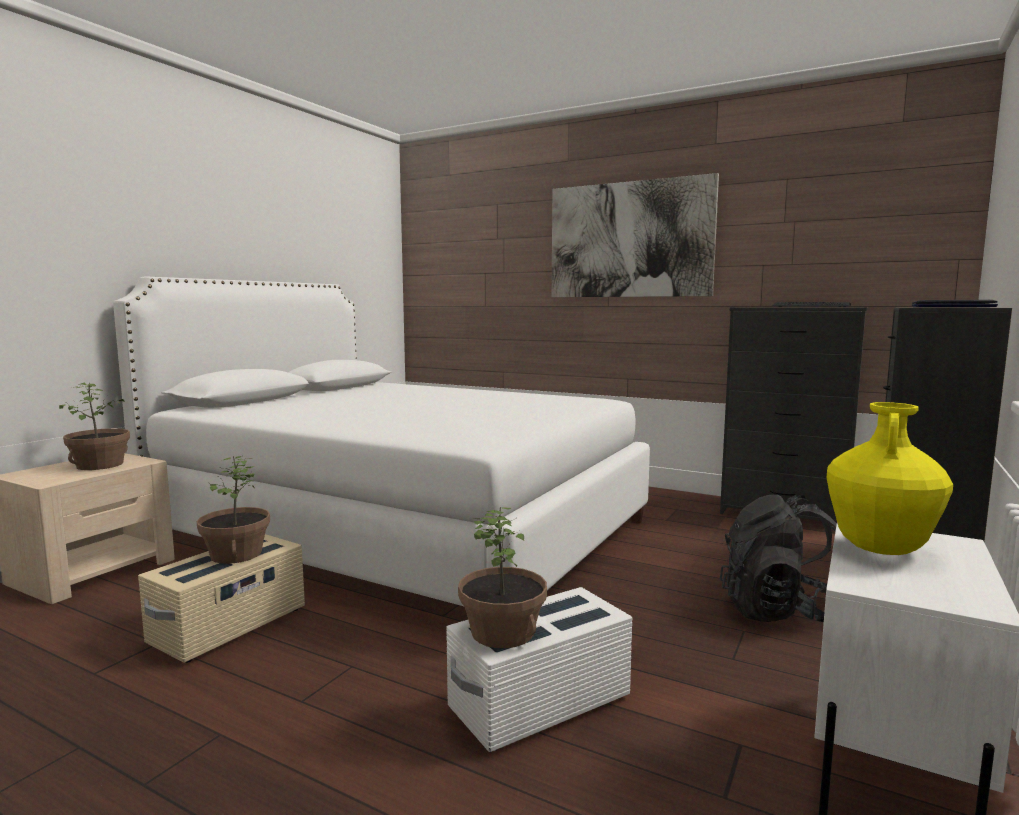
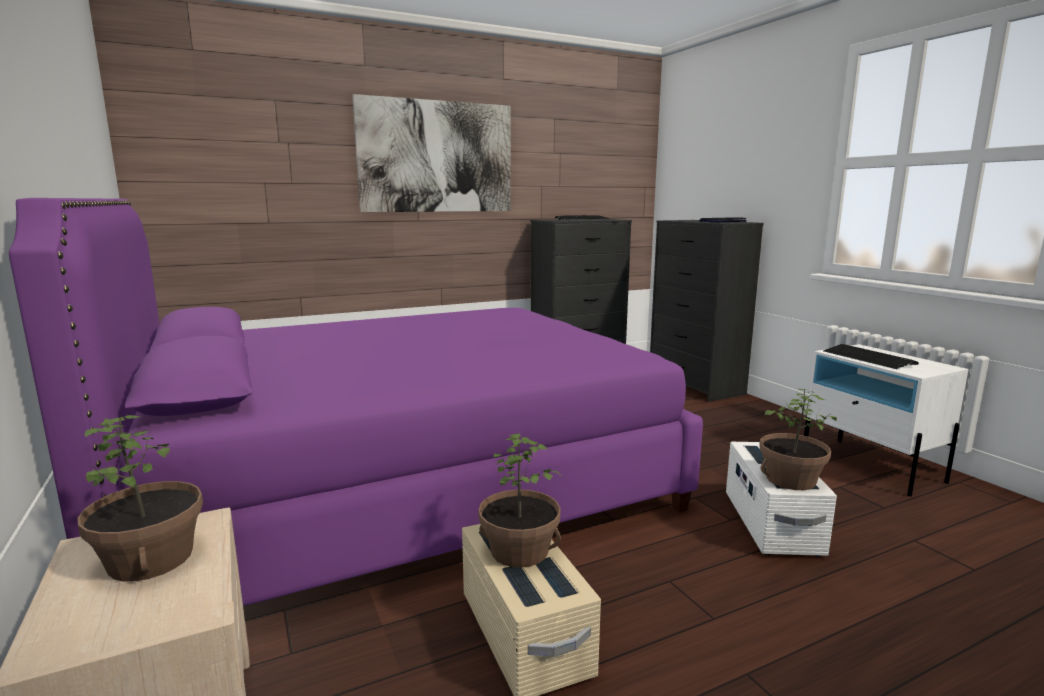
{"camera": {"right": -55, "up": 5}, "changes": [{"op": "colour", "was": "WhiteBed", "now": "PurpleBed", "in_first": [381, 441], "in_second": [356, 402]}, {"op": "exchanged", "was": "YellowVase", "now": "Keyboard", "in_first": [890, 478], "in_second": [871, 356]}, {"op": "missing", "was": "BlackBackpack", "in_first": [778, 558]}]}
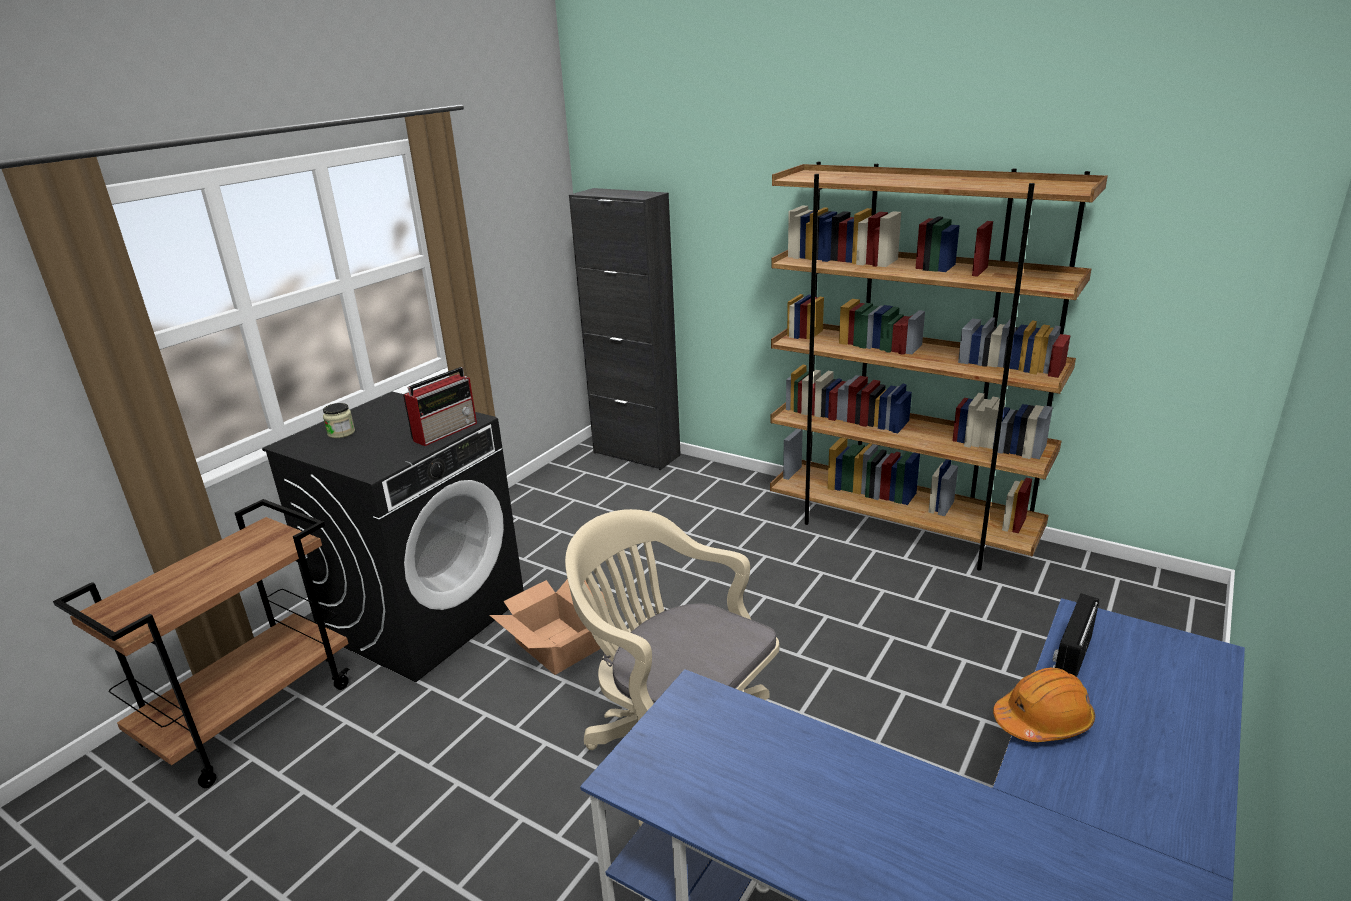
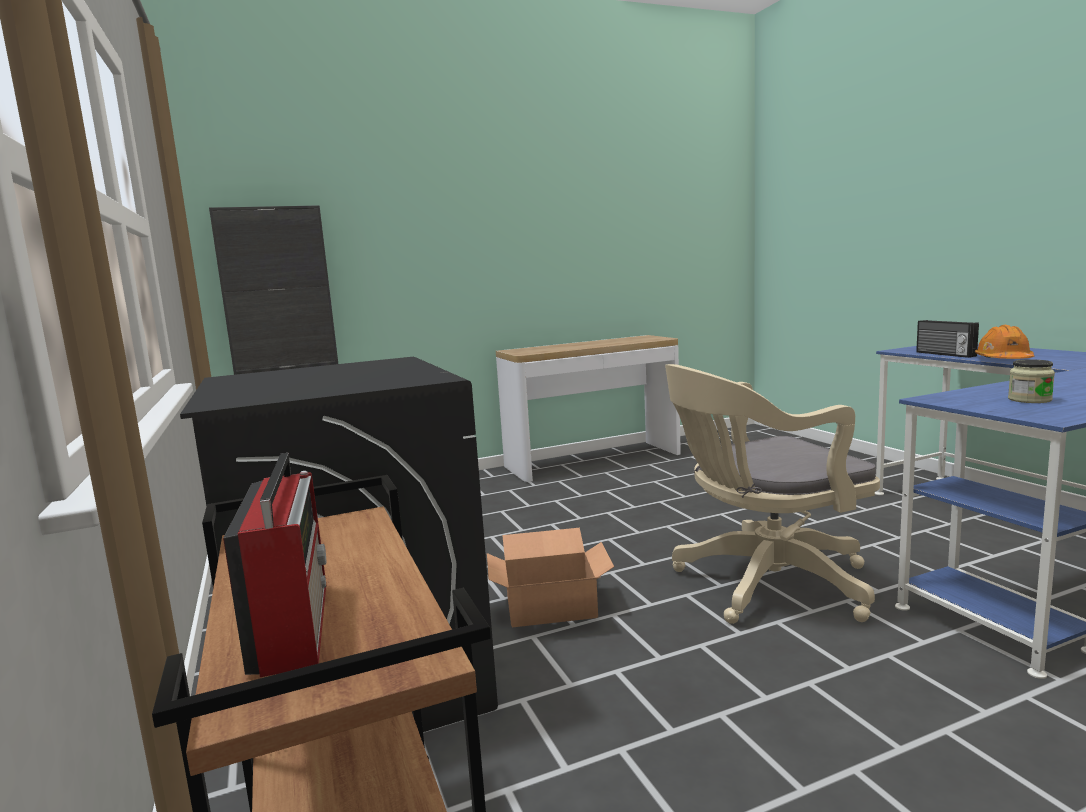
{"camera": {"right": -55, "up": -15}, "changes": [{"op": "relocated", "was": "Radio", "in_first": [440, 406], "in_second": [274, 565]}, {"op": "exchanged", "was": "BrownBookcase", "now": "ConsoleTable", "in_first": [939, 366], "in_second": [588, 408]}, {"op": "relocated", "was": "Jar", "in_first": [339, 420], "in_second": [1031, 381]}]}
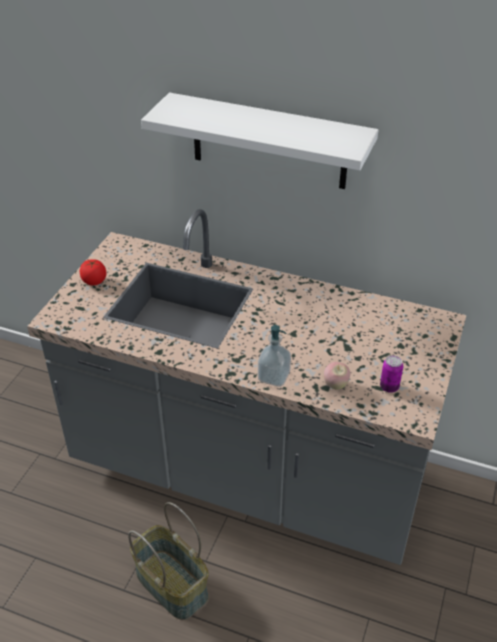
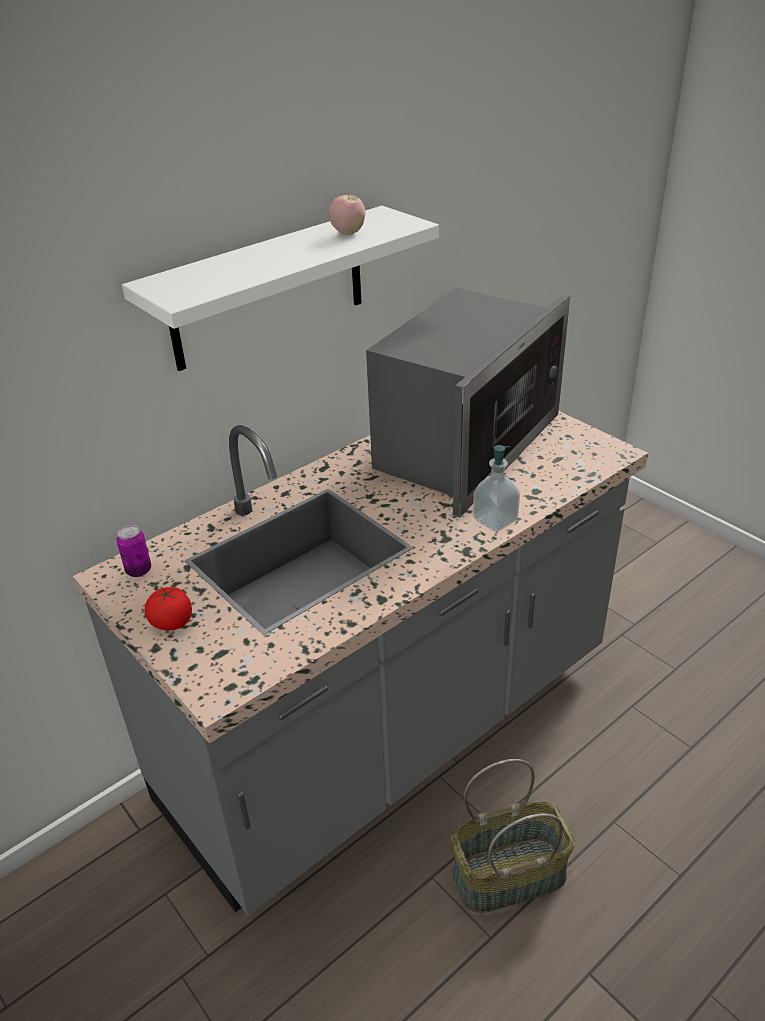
{"camera": {"right": -60, "up": -5}, "changes": [{"op": "relocated", "was": "Can", "in_first": [391, 374], "in_second": [133, 551]}, {"op": "relocated", "was": "Apple", "in_first": [337, 376], "in_second": [347, 213]}, {"op": "appeared", "now": "Microwave", "in_second": [468, 402]}]}
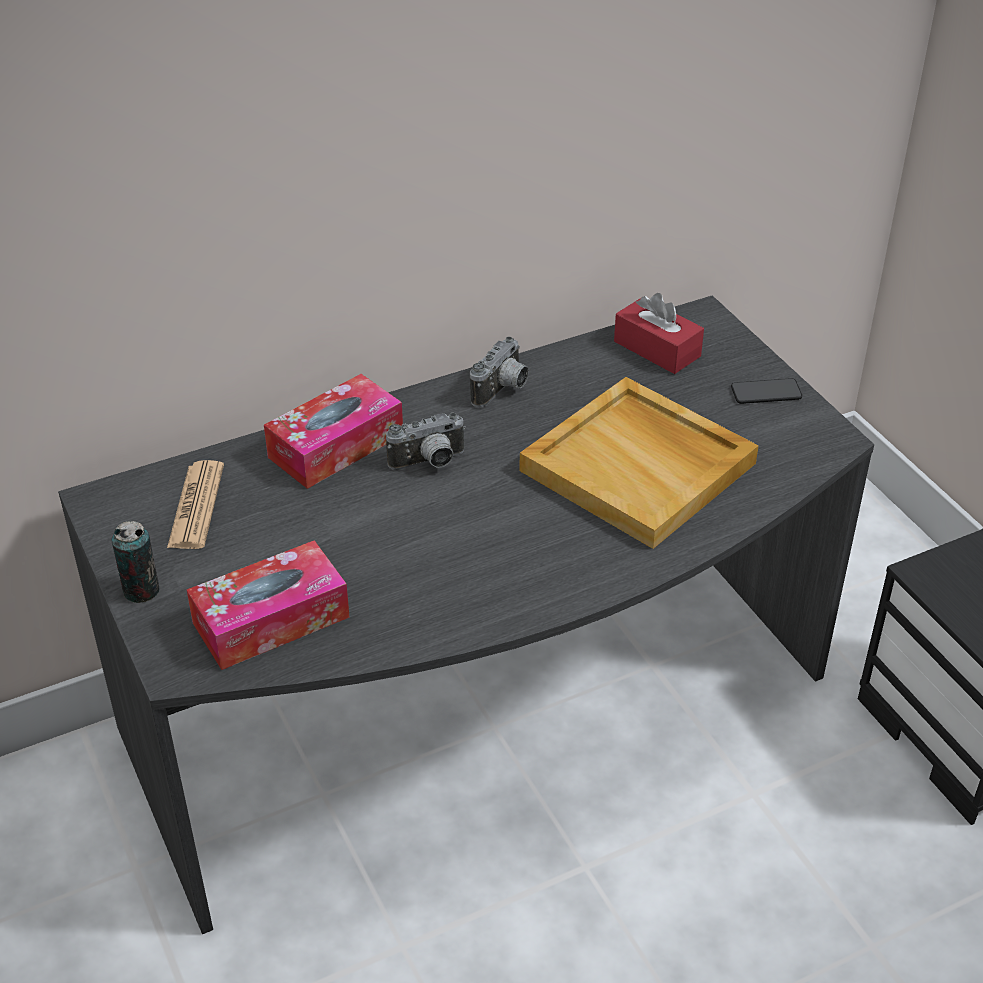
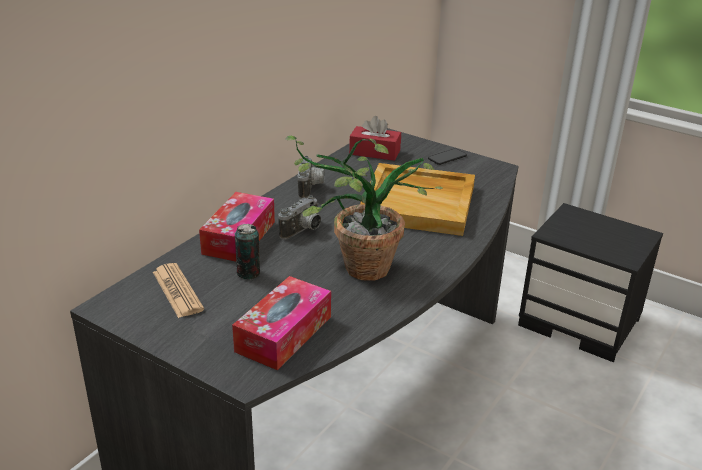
{"camera": {"right": -30, "up": -10}, "changes": [{"op": "relocated", "was": "Can", "in_first": [136, 562], "in_second": [247, 251]}, {"op": "appeared", "now": "PottedPlant", "in_second": [364, 208]}]}
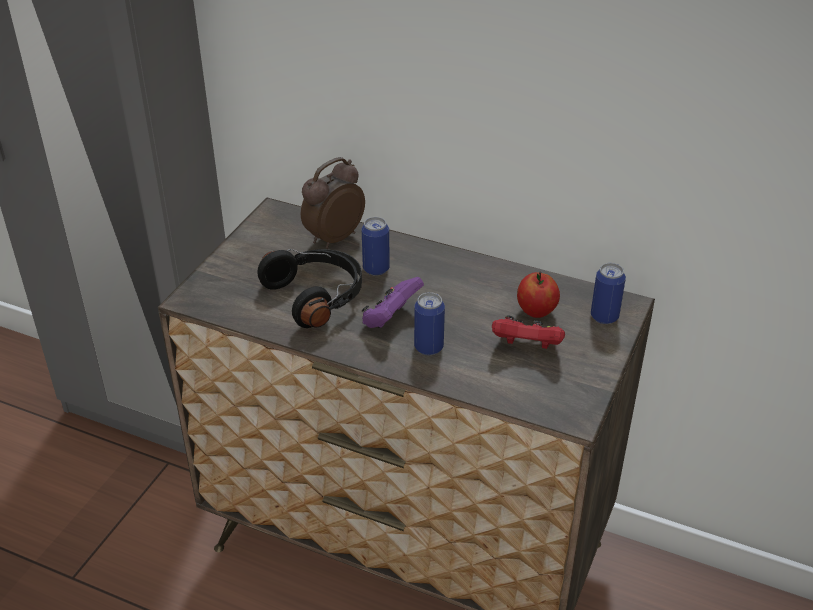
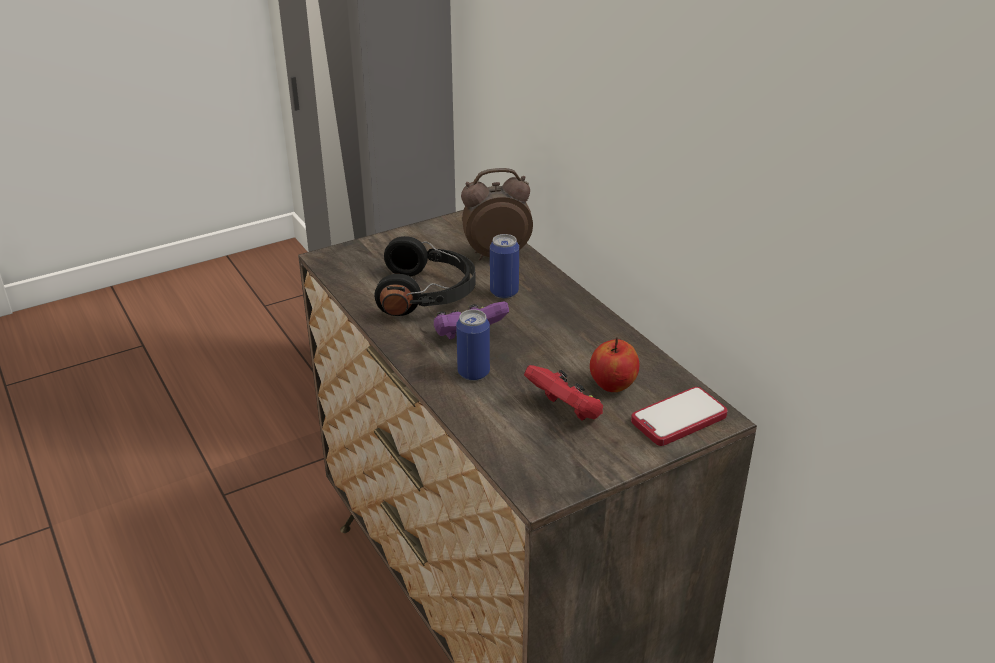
{"camera": {"right": 35, "up": -5}, "changes": [{"op": "exchanged", "was": "Can", "now": "Phone", "in_first": [608, 293], "in_second": [679, 416]}]}
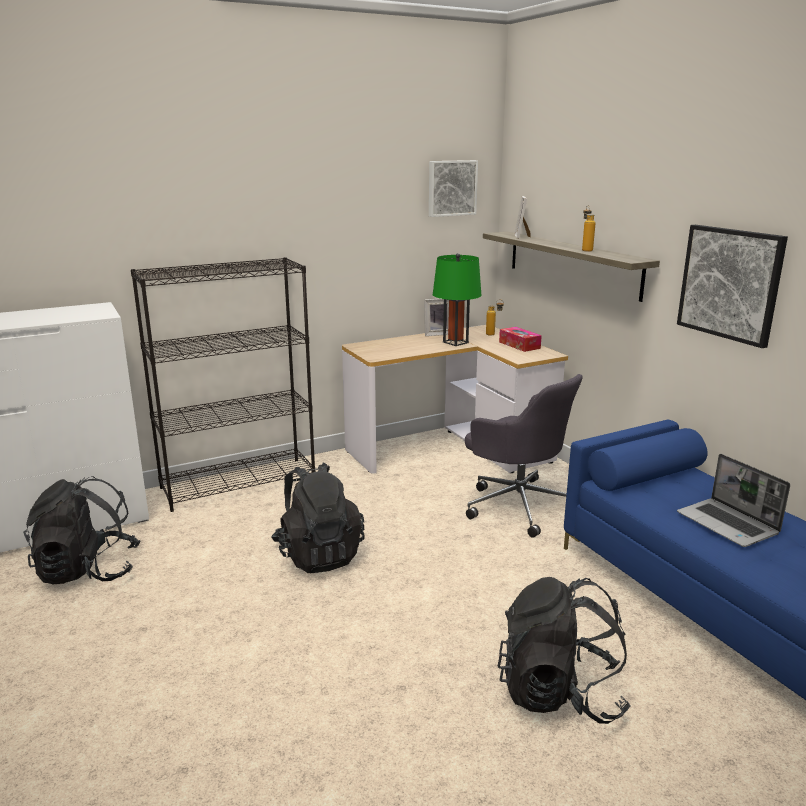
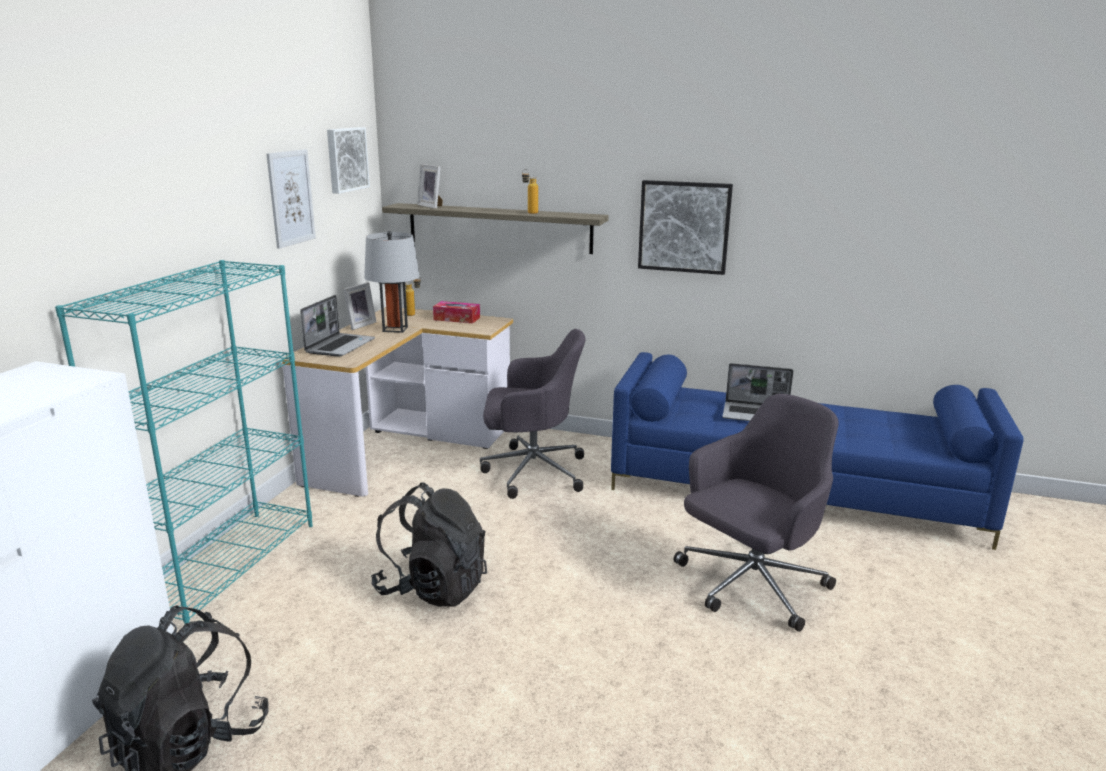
{"camera": {"right": -45, "up": 0}, "changes": [{"op": "colour", "was": "BlackBookcase", "now": "TurquoiseBookcase", "in_first": [223, 384], "in_second": [184, 442]}, {"op": "appeared", "now": "Picture", "in_second": [291, 199]}, {"op": "appeared", "now": "Laptop", "in_second": [337, 326]}, {"op": "colour", "was": "GreenTableLamp", "now": "GreyTableLamp", "in_first": [457, 299], "in_second": [392, 282]}, {"op": "exchanged", "was": "BlackBackpack", "now": "GreyOfficeChair", "in_first": [564, 650], "in_second": [756, 513]}]}
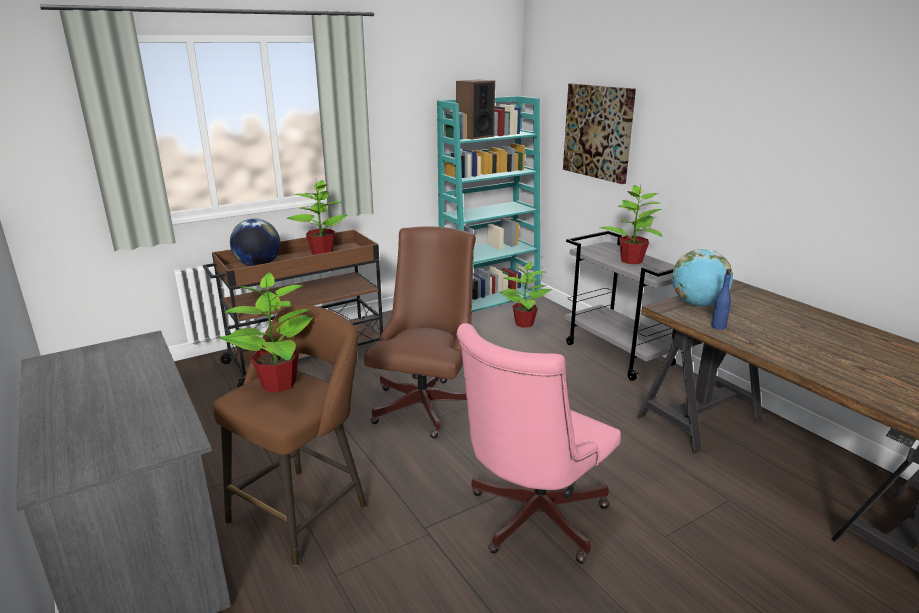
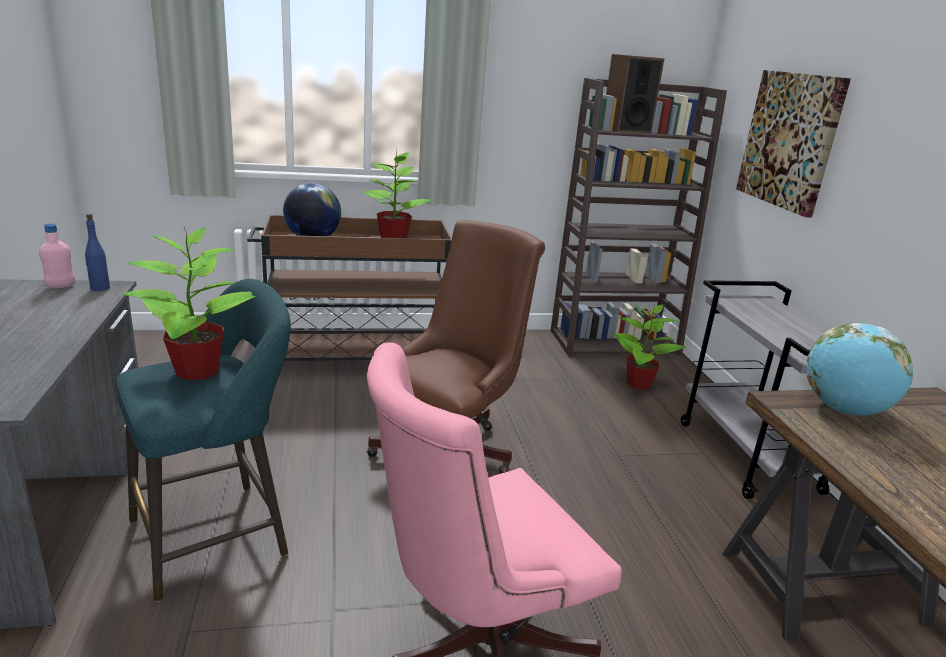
{"camera": {"right": 20, "up": 0}, "changes": [{"op": "appeared", "now": "PinkBottle", "in_second": [57, 255]}, {"op": "relocated", "was": "BlueBottle", "in_first": [721, 299], "in_second": [97, 252]}, {"op": "colour", "was": "BrownStool", "now": "TurquoiseStool", "in_first": [289, 435], "in_second": [204, 440]}, {"op": "colour", "was": "TurquoiseBookcase", "now": "BrownBookcase", "in_first": [488, 204], "in_second": [639, 217]}, {"op": "missing", "was": "PottedPlant", "in_first": [631, 224]}]}
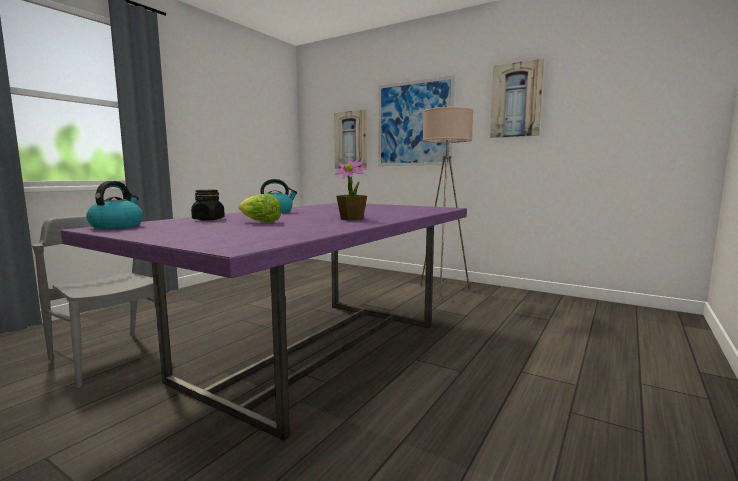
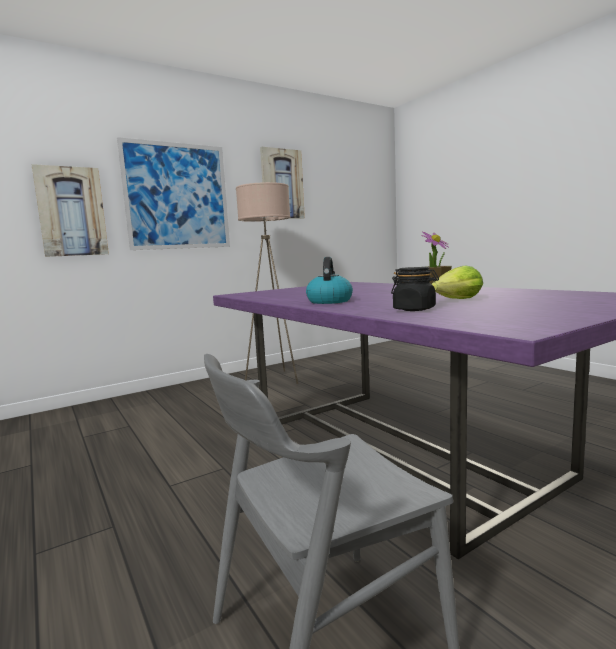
{"camera": {"right": -65, "up": 0}, "changes": [{"op": "missing", "was": "Kettle", "in_first": [114, 205]}]}
